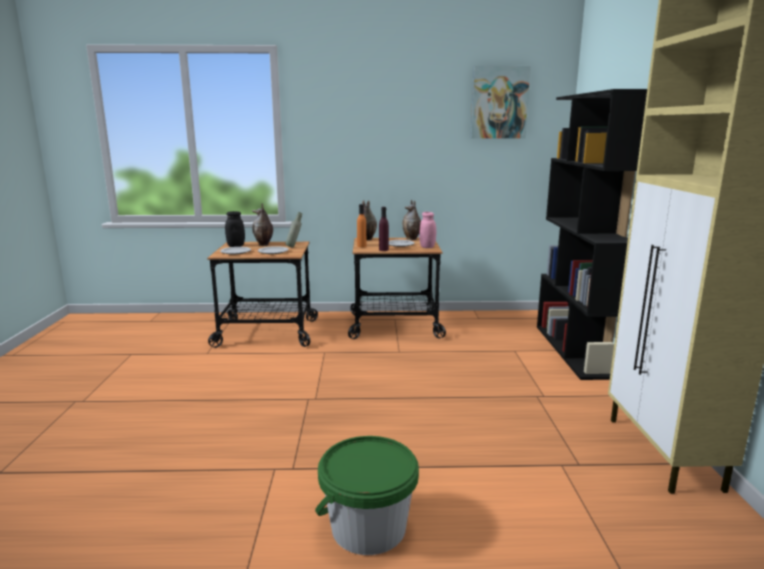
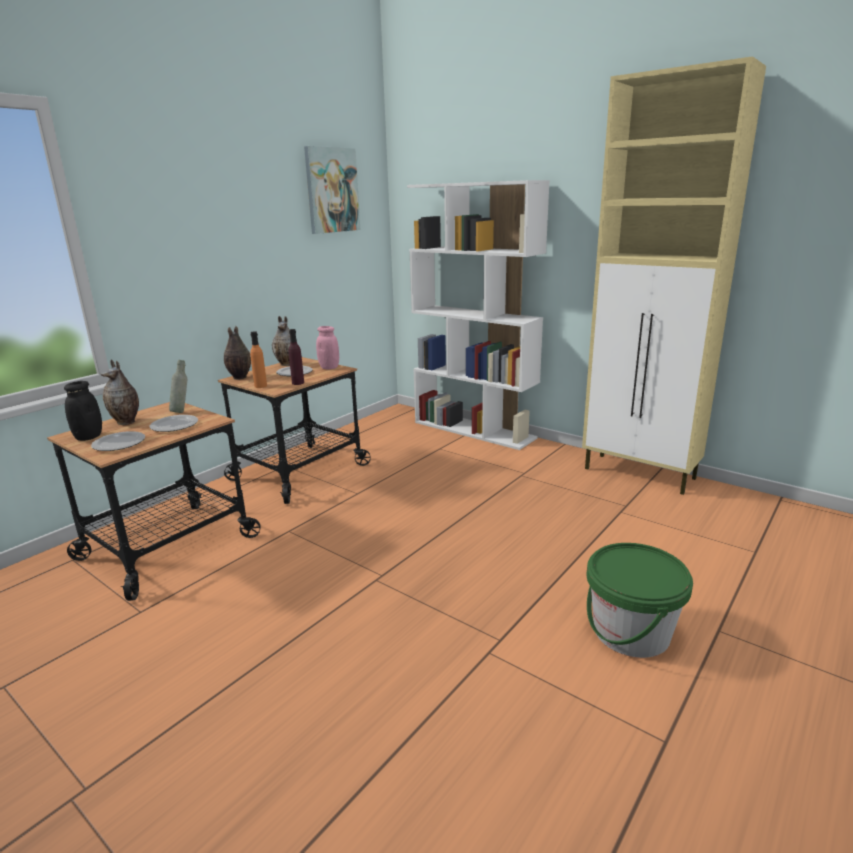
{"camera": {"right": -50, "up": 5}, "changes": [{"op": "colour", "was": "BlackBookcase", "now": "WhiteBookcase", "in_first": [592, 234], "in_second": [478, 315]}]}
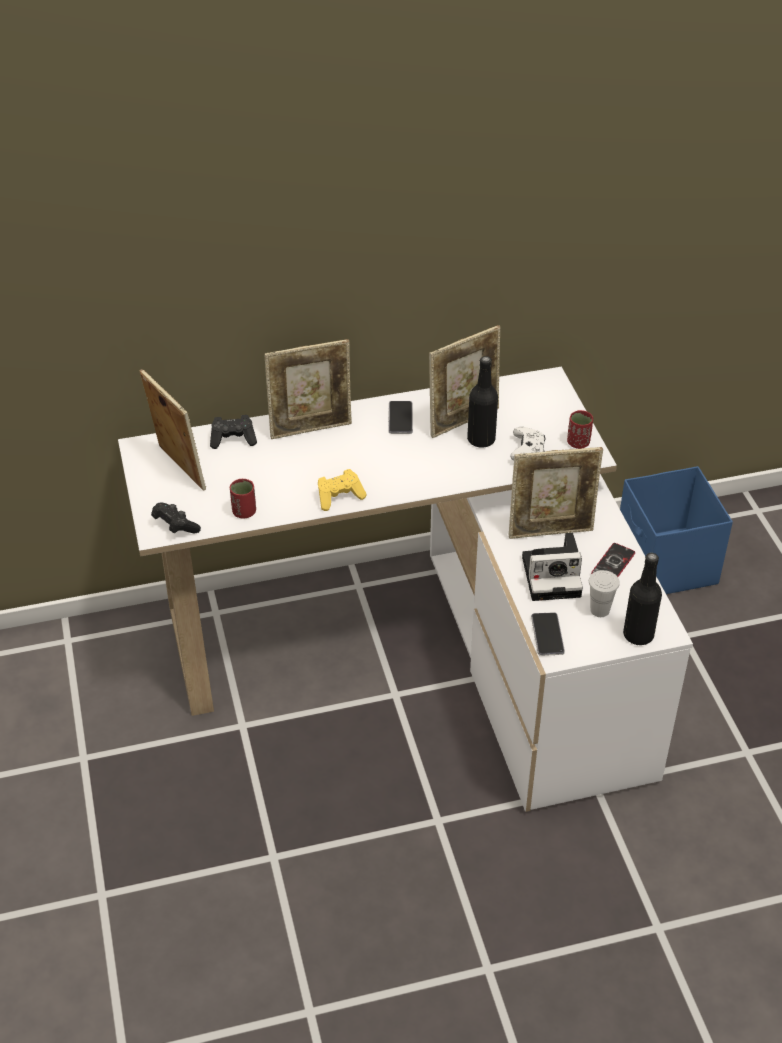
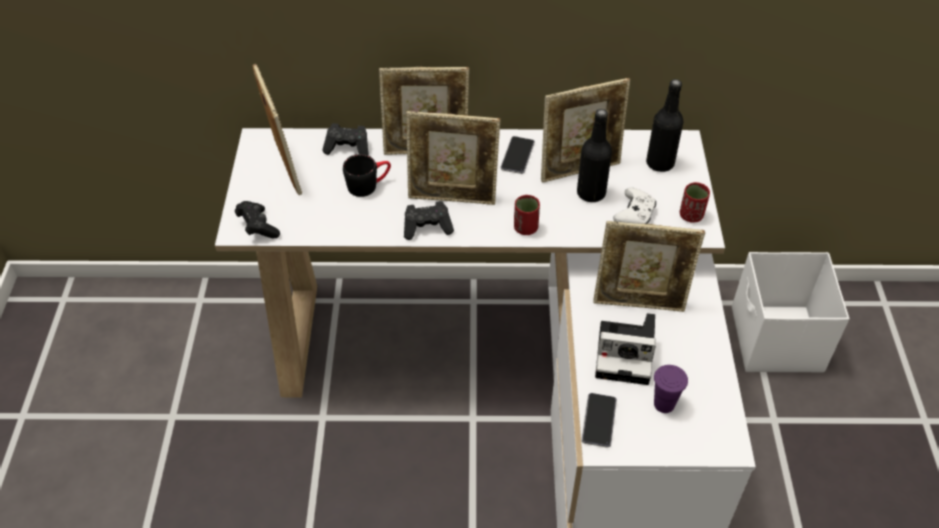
{"camera": {"right": 15, "up": 5}, "changes": [{"op": "appeared", "now": "BlackMug", "in_second": [367, 175]}, {"op": "colour", "was": "YellowGameController", "now": "BlackGameController", "in_first": [342, 490], "in_second": [429, 220]}, {"op": "appeared", "now": "PictureFrame", "in_second": [453, 158]}, {"op": "relocated", "was": "RedCup", "in_first": [243, 499], "in_second": [527, 215]}, {"op": "relocated", "was": "BlackBottle", "in_first": [642, 599], "in_second": [665, 125]}, {"op": "colour", "was": "WhiteCup", "now": "PurpleCup", "in_first": [604, 593], "in_second": [671, 389]}, {"op": "colour", "was": "BlueStorageBox", "now": "WhiteStorageBox", "in_first": [676, 530], "in_second": [791, 312]}, {"op": "missing", "was": "Phone", "in_first": [613, 560]}]}
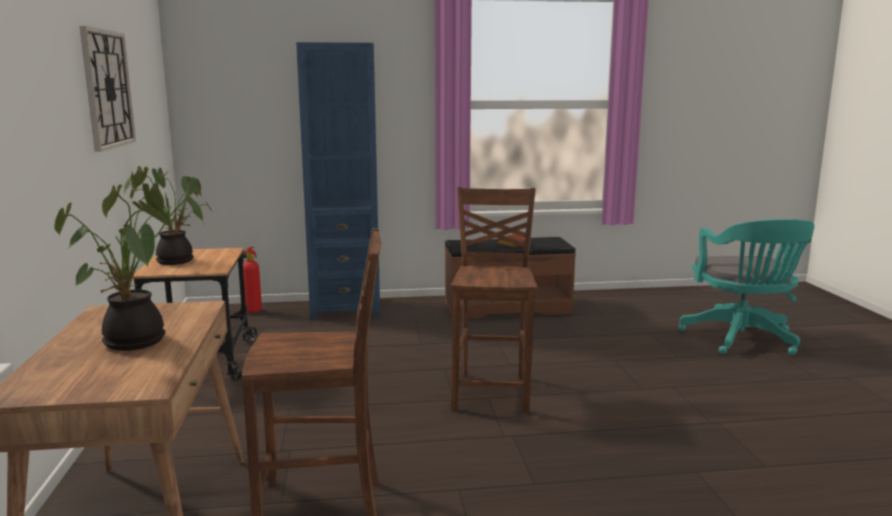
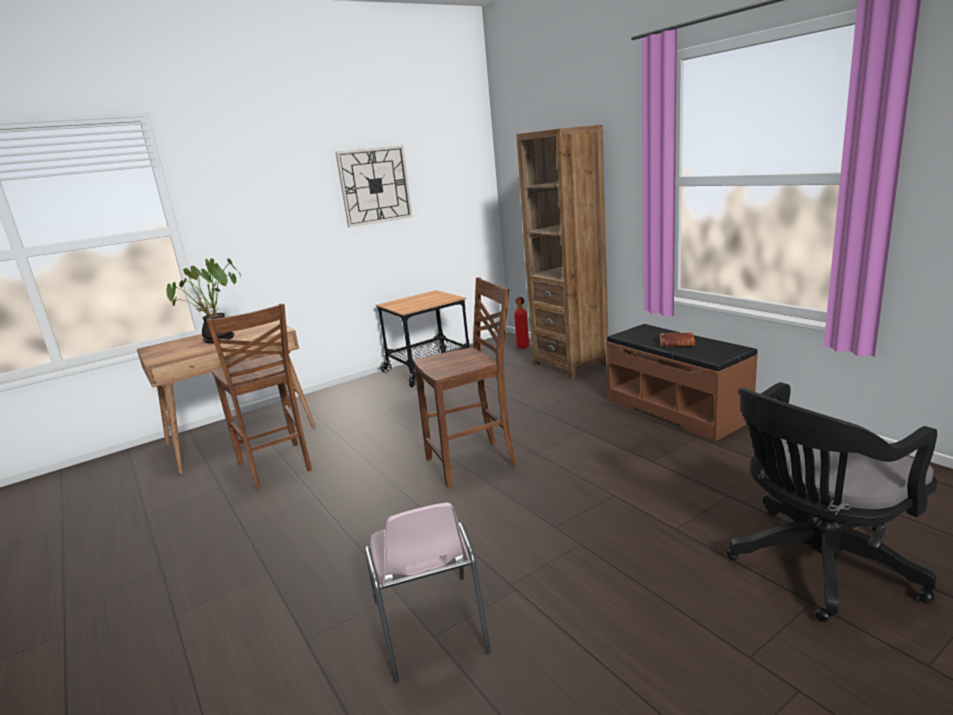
{"camera": {"right": 65, "up": 5}, "changes": [{"op": "appeared", "now": "PinkChair", "in_second": [427, 592]}, {"op": "colour", "was": "BlueBookcase", "now": "BrownBookcase", "in_first": [338, 181], "in_second": [562, 252]}, {"op": "colour", "was": "TurquoiseOfficeChair", "now": "BlackOfficeChair", "in_first": [746, 287], "in_second": [832, 502]}, {"op": "missing", "was": "PottedPlant", "in_first": [168, 215]}]}
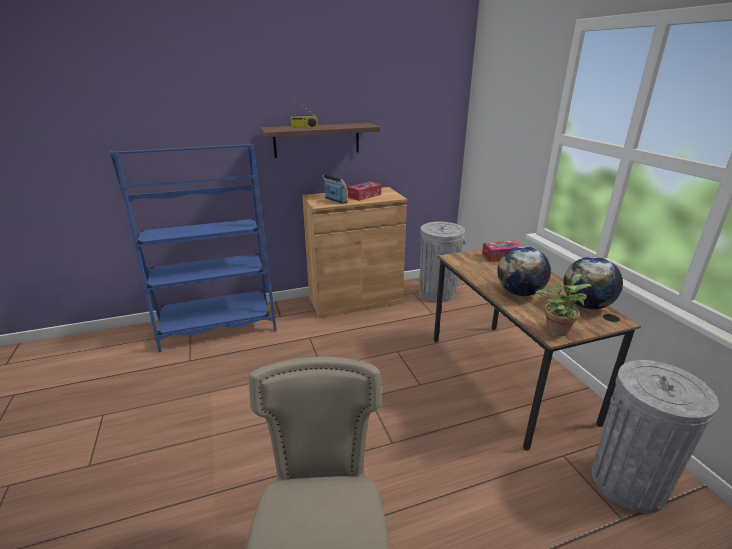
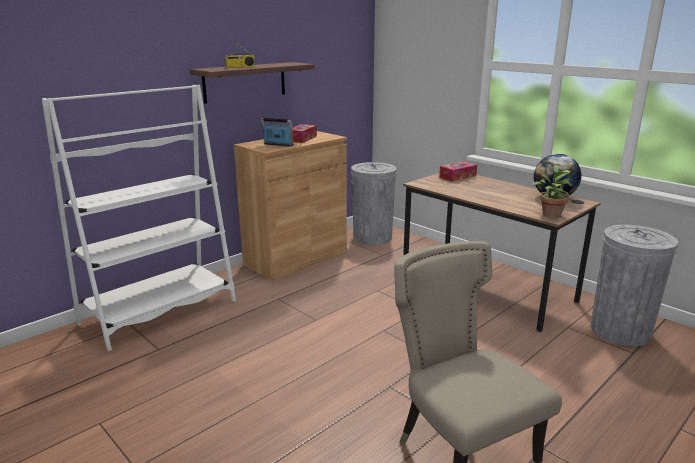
{"camera": {"right": -25, "up": -5}, "changes": [{"op": "colour", "was": "BlueBookcase", "now": "WhiteBookcase", "in_first": [193, 247], "in_second": [139, 218]}, {"op": "missing", "was": "Globe", "in_first": [524, 271]}]}
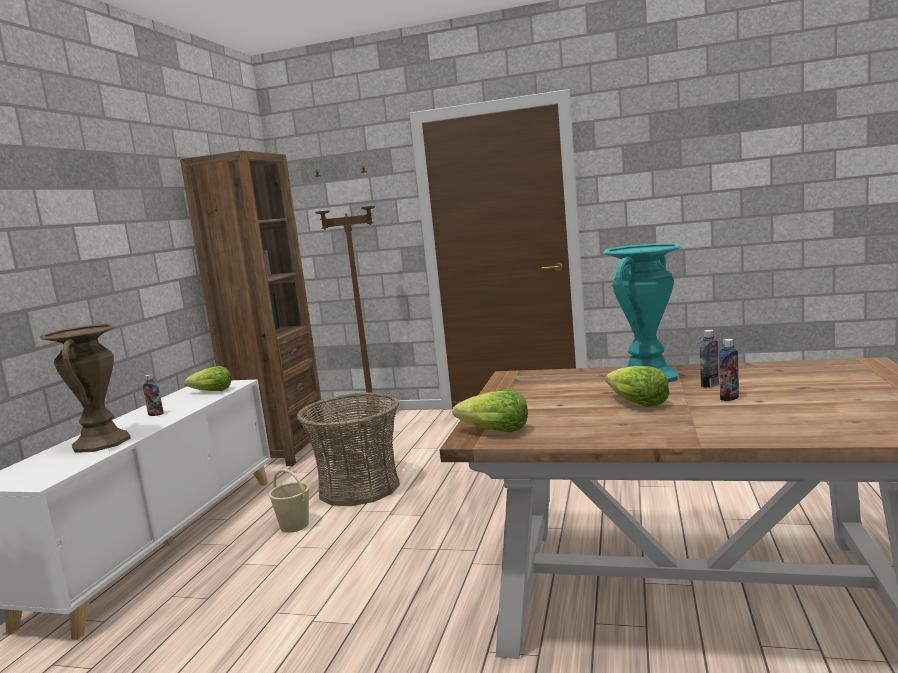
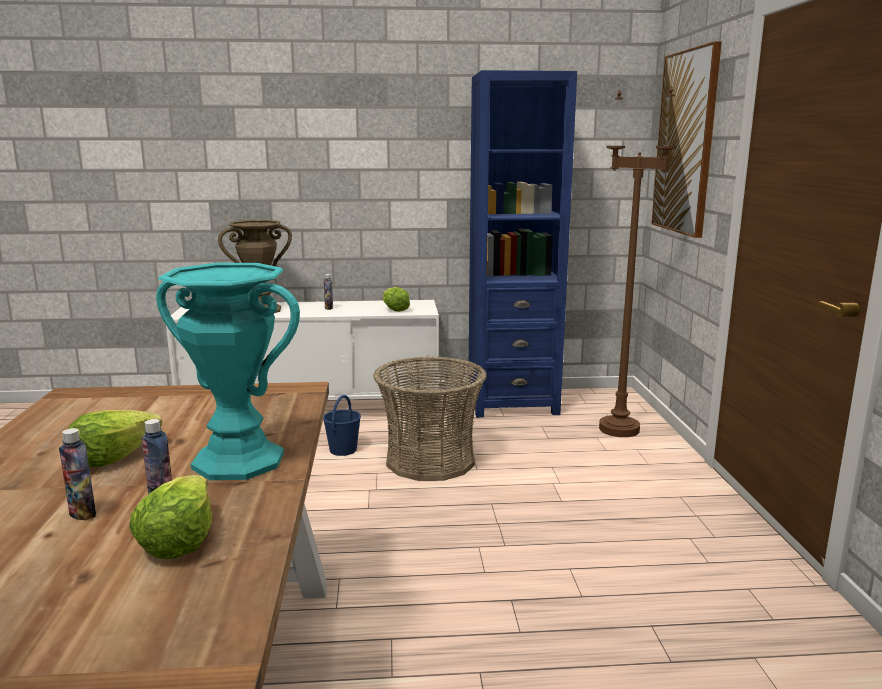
{"camera": {"right": 70, "up": 5}, "changes": [{"op": "relocated", "was": "Lettuce", "in_first": [490, 410], "in_second": [170, 517]}, {"op": "colour", "was": "BeigeBucket", "now": "BlueBucket", "in_first": [289, 501], "in_second": [342, 425]}, {"op": "colour", "was": "BrownBookcase", "now": "BlueBookcase", "in_first": [253, 308], "in_second": [522, 243]}, {"op": "appeared", "now": "Picture", "in_second": [686, 139]}]}
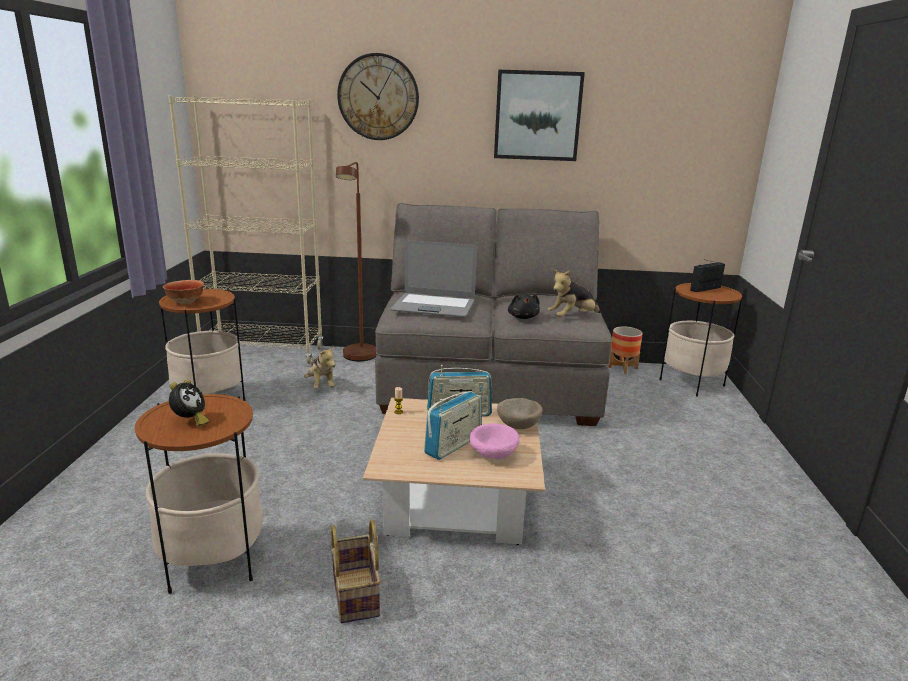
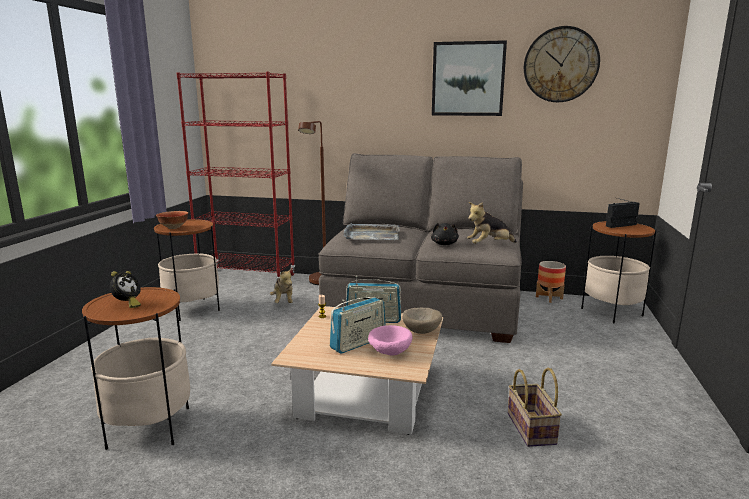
{"camera": {"right": 10, "up": -5}, "changes": [{"op": "colour", "was": "BeigeBookcase", "now": "RedBookcase", "in_first": [246, 230], "in_second": [236, 176]}, {"op": "exchanged", "was": "Laptop", "now": "GreyTray", "in_first": [434, 278], "in_second": [371, 231]}, {"op": "relocated", "was": "Basket", "in_first": [355, 571], "in_second": [535, 407]}, {"op": "relocated", "was": "WallClock", "in_first": [378, 96], "in_second": [562, 64]}]}
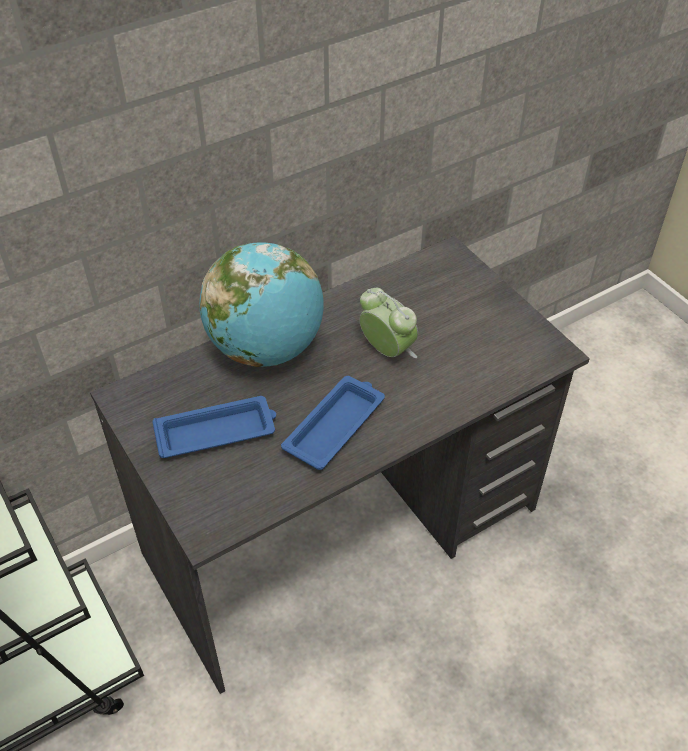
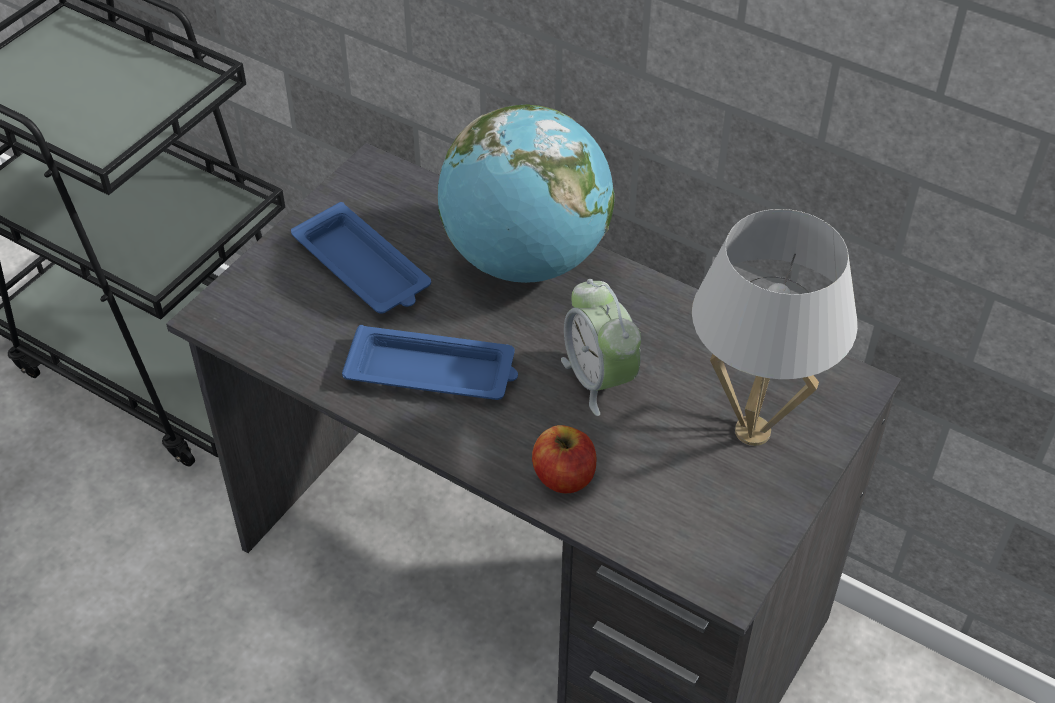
{"camera": {"right": 65, "up": 0}, "changes": [{"op": "appeared", "now": "Apple", "in_second": [564, 459]}, {"op": "spun", "was": "AlarmClock", "in_first": [388, 323], "in_second": [601, 347], "clockwise": 135}, {"op": "appeared", "now": "WhiteTableLamp", "in_second": [775, 327]}]}
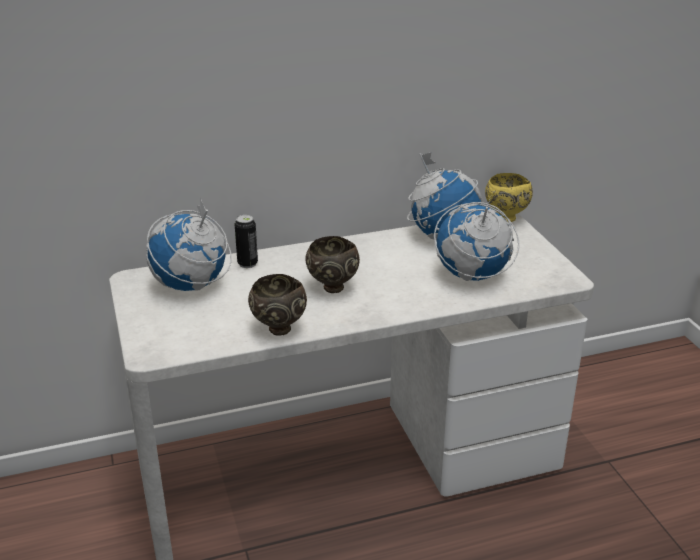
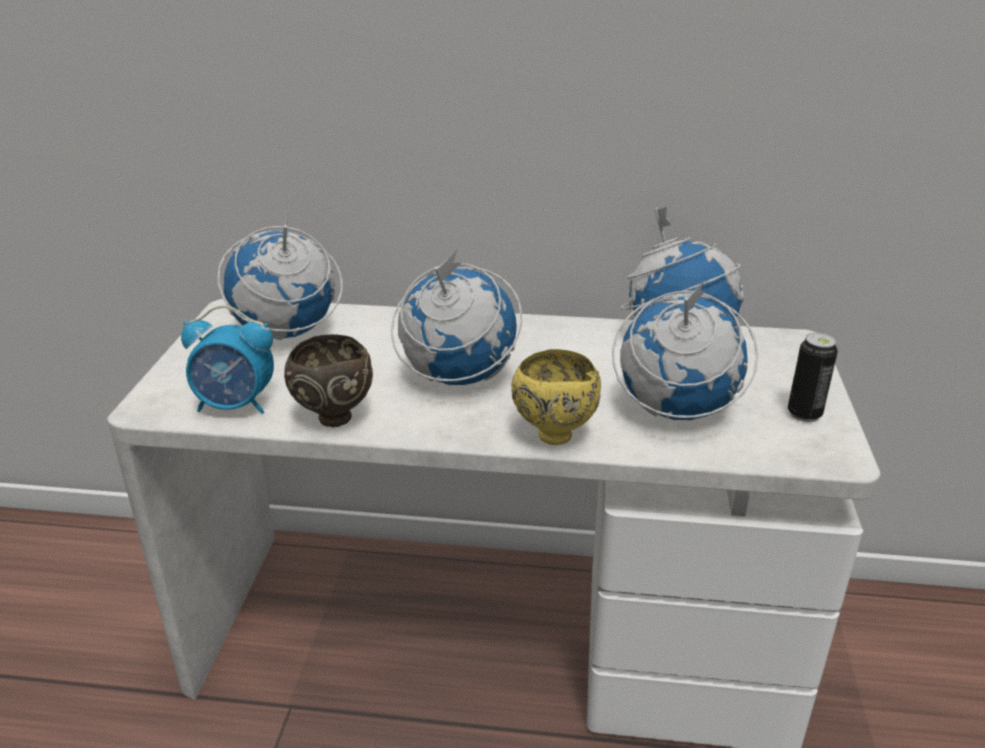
{"camera": {"right": 25, "up": 0}, "changes": [{"op": "appeared", "now": "AlarmClock", "in_second": [227, 359]}, {"op": "exchanged", "was": "BrownBowl", "now": "Globe", "in_first": [332, 264], "in_second": [456, 318]}, {"op": "relocated", "was": "YellowBowl", "in_first": [509, 198], "in_second": [556, 397]}, {"op": "relocated", "was": "Can", "in_first": [246, 241], "in_second": [813, 377]}]}
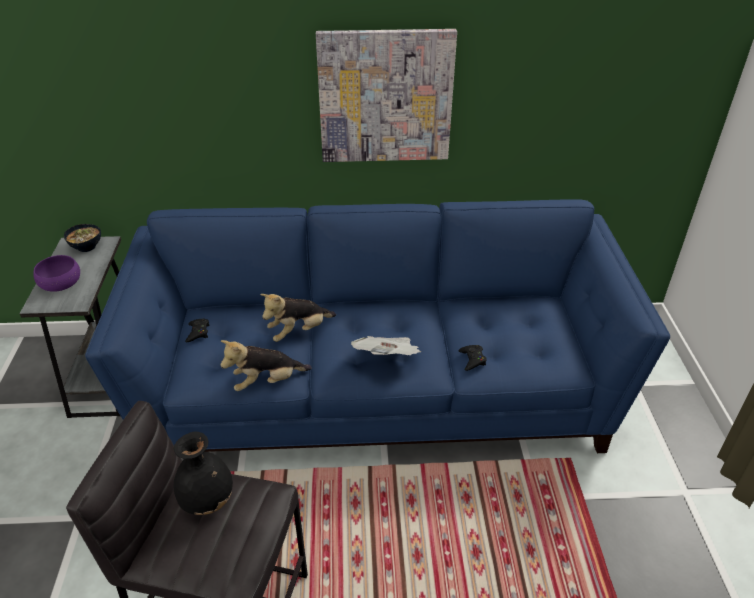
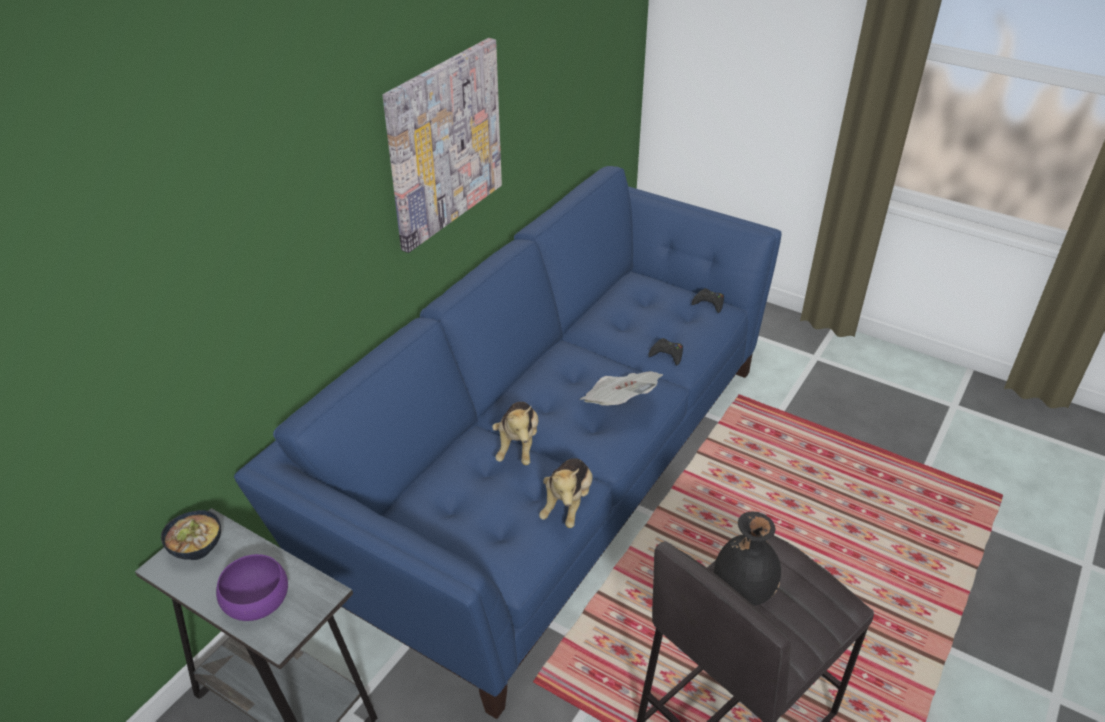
{"camera": {"right": -55, "up": 0}, "changes": [{"op": "relocated", "was": "BlackGameController", "in_first": [197, 330], "in_second": [708, 300]}]}
